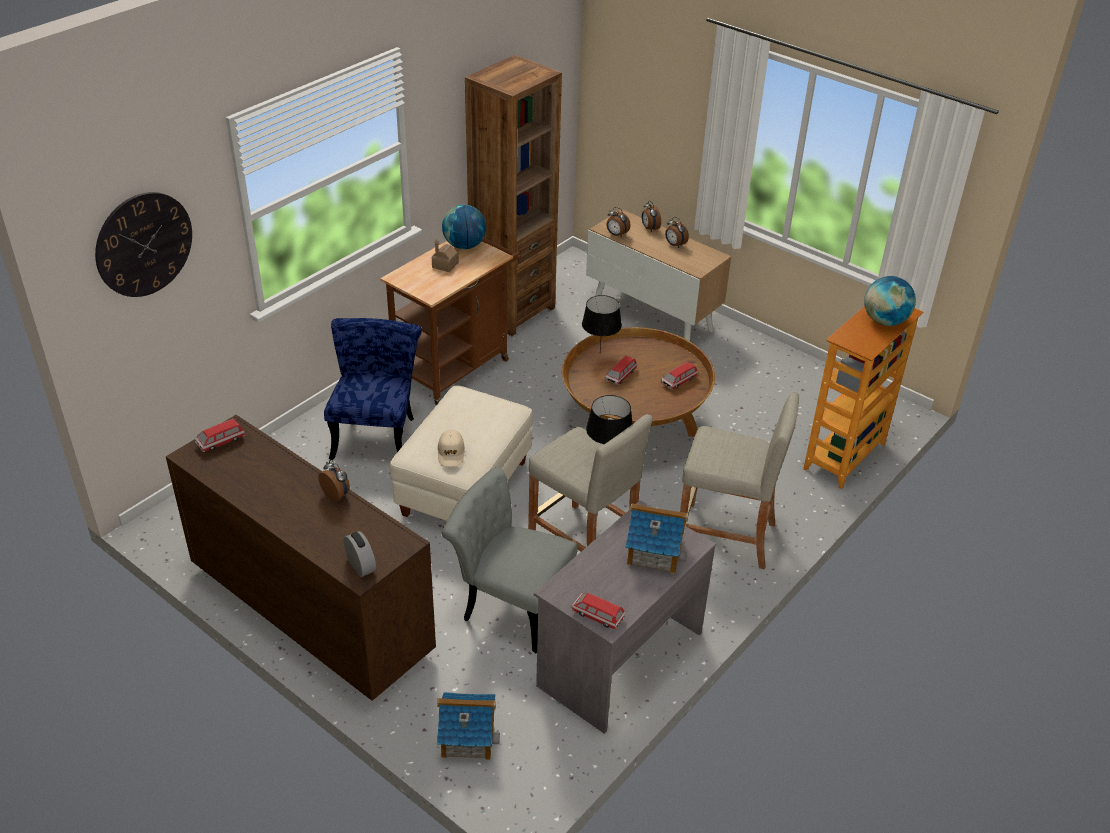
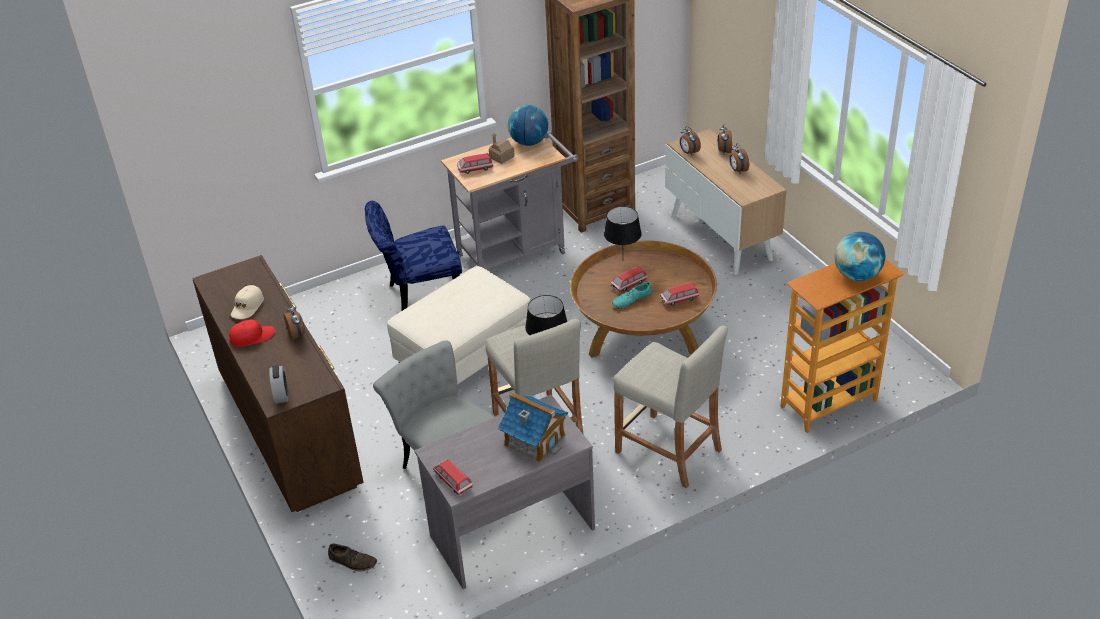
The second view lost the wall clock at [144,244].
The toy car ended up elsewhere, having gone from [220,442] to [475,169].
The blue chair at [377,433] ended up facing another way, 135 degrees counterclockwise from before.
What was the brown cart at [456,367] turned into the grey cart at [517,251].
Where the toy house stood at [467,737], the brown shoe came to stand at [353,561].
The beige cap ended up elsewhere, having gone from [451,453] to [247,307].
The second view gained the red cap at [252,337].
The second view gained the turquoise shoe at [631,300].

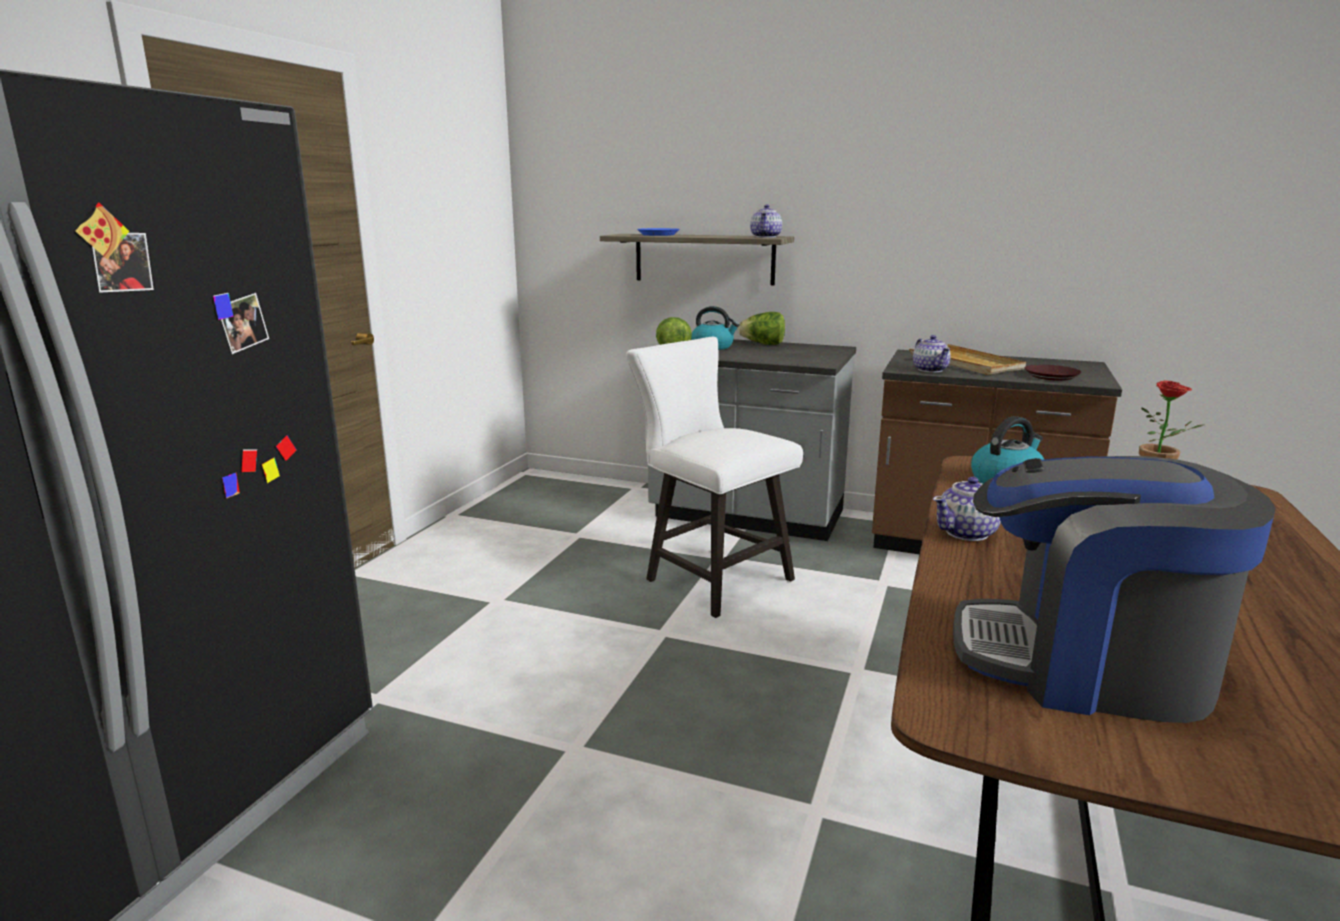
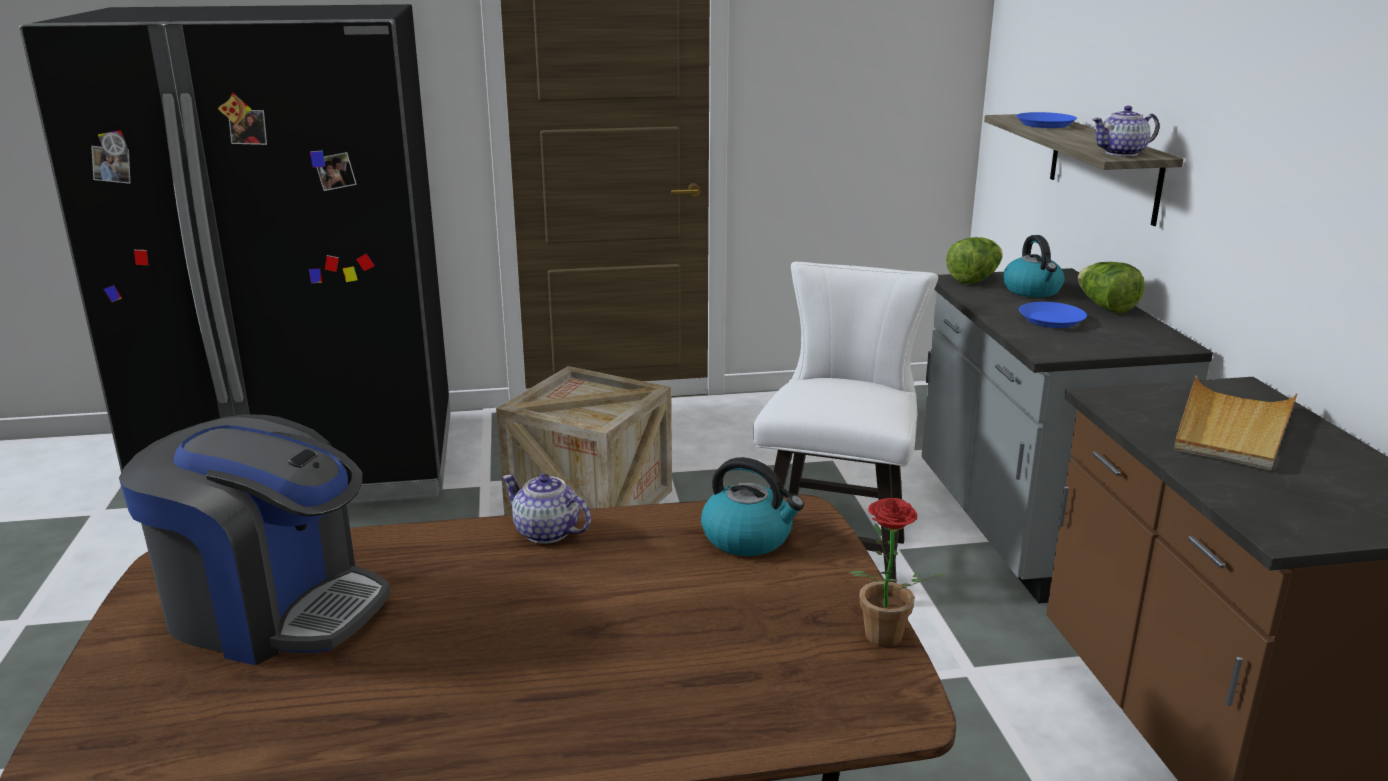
The second view lost the teapot at [930,370].
The coffee machine at [1086,665] ended up facing another way, 120 degrees clockwise from before.
The second view lost the brown plate at [1052,376].
The second view gained the crate at [590,503].
The second view gained the blue plate at [1051,320].

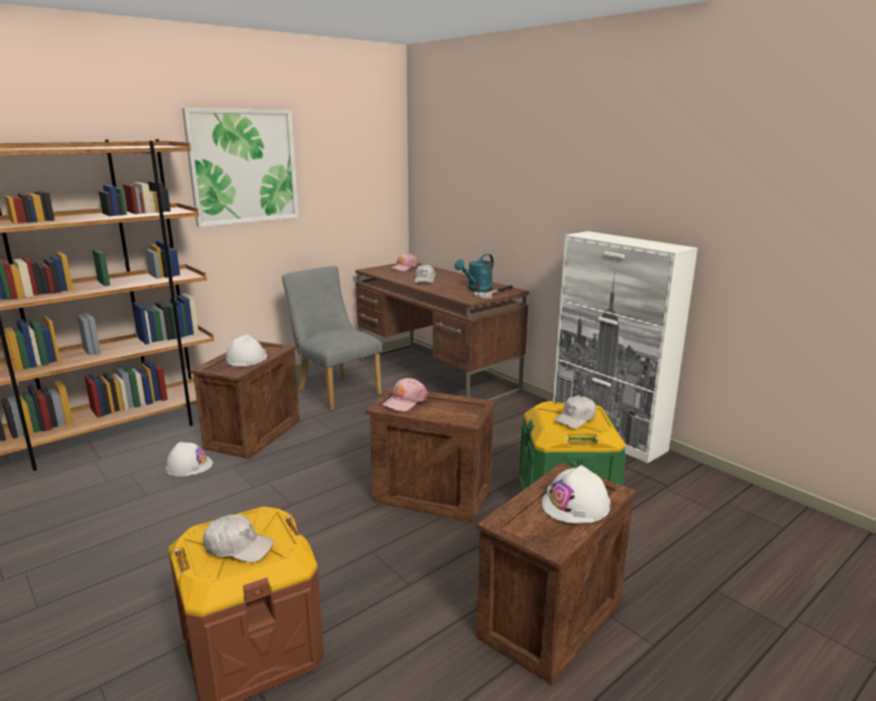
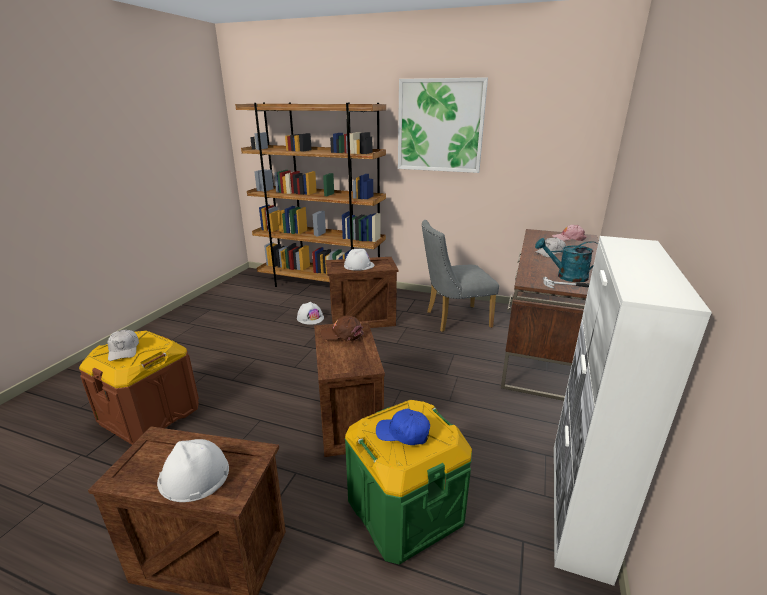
The grey chair at [335,391] ended up facing another way, 120 degrees counterclockwise from before.
What was the pink cap at [405,401] turned into the brown cap at [342,334].
What was the white cap at [575,419] turned into the blue cap at [403,433].

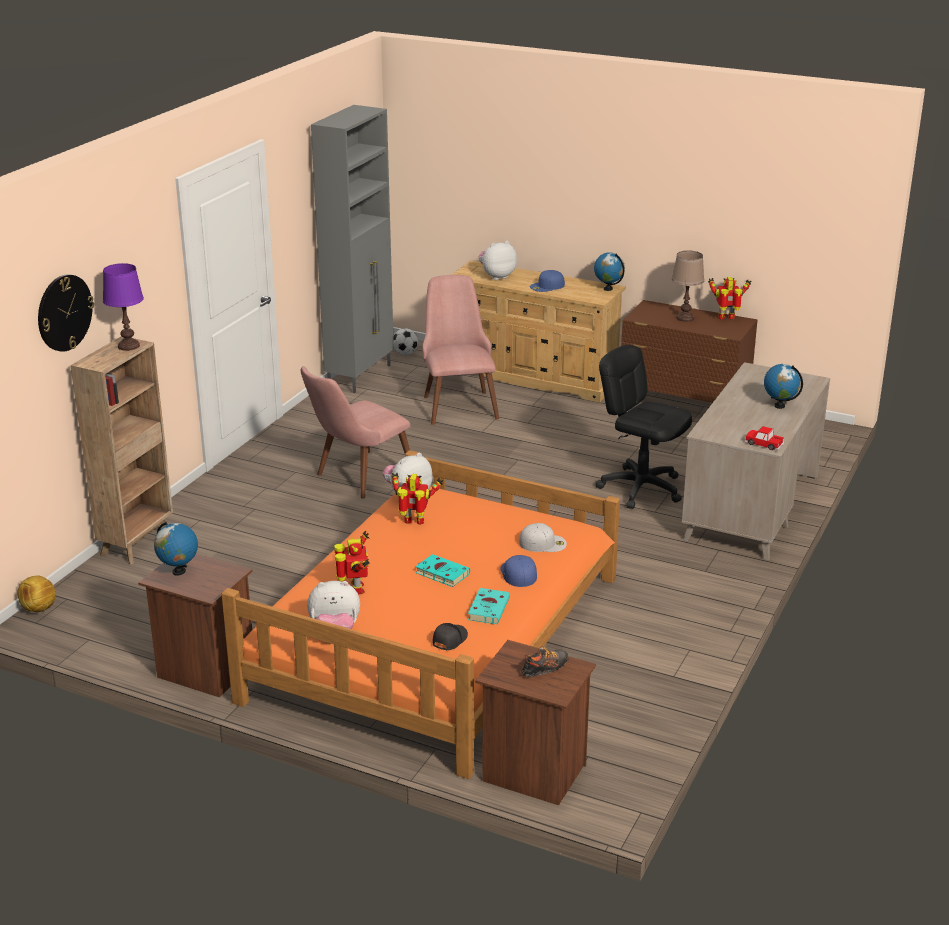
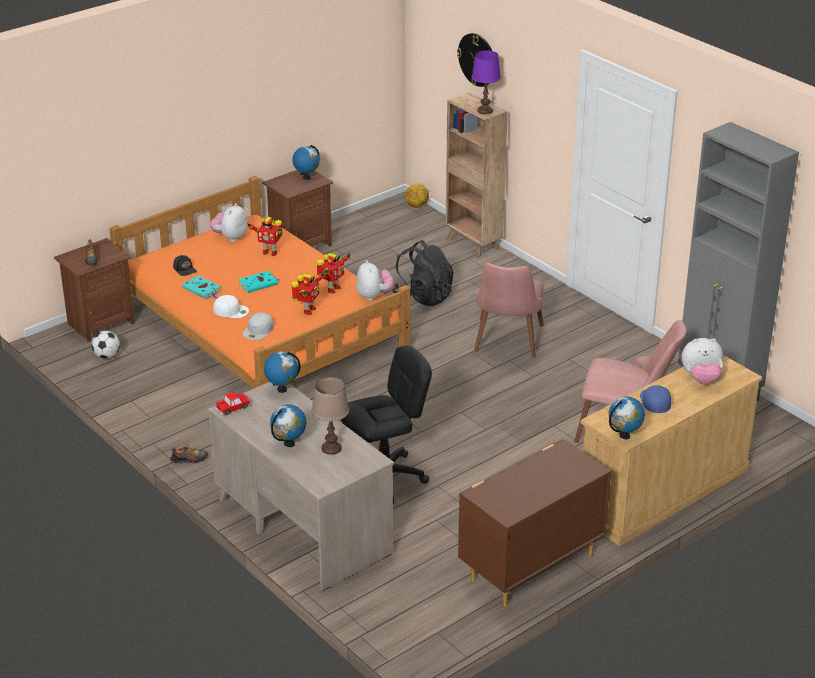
The pink chair at [356,479] ended up facing another way, 150 degrees counterclockwise from before.
The football ended up elsewhere, having gone from [405,353] to [107,356].
The plush toy at [497,276] ended up facing another way, 90 degrees clockwise from before.
What was the blue cap at [518,573] turned into the white cap at [231,310].
The brown table lamp ended up elsewhere, having gone from [685,318] to [331,448].
The toy robot ended up elsewhere, having gone from [727,318] to [308,310].
The second view gained the shoe at [189,460].
The second view gained the globe at [282,389].
The second view gained the black backpack at [423,296].

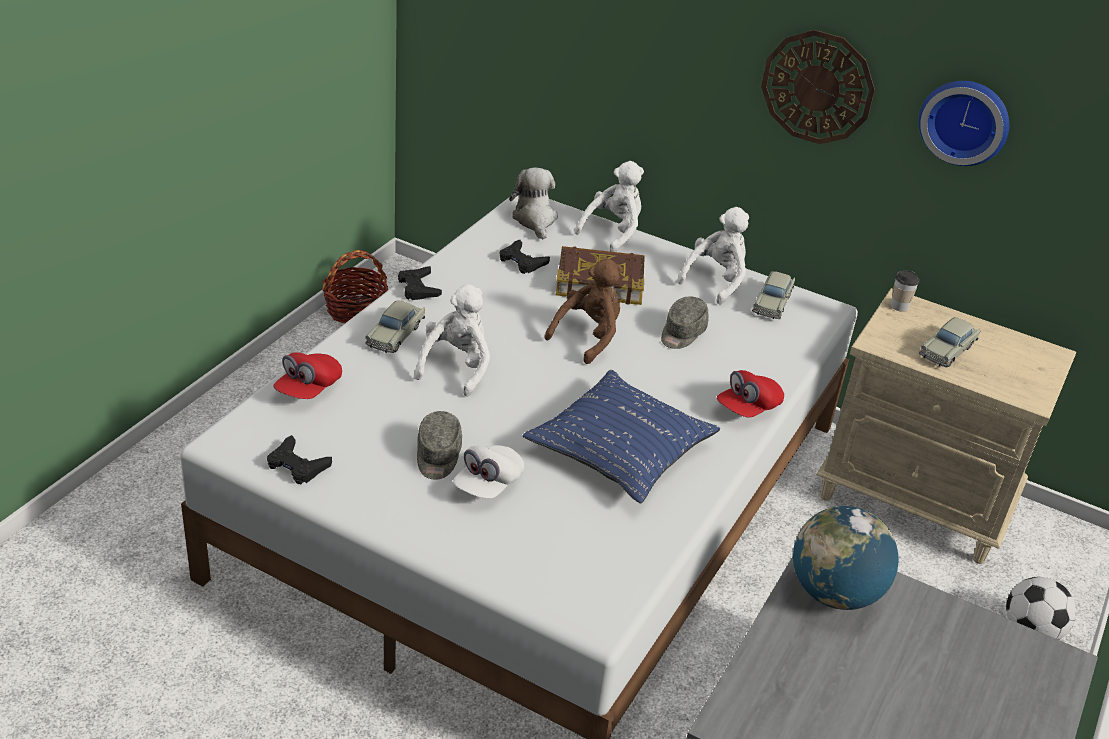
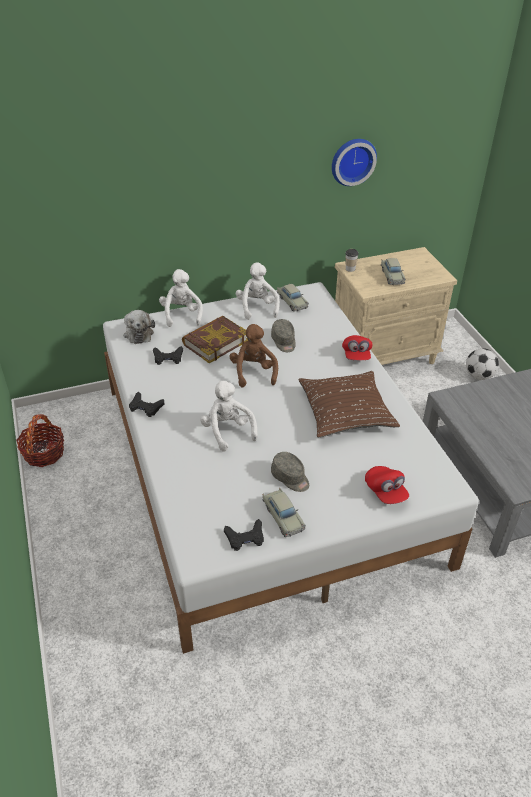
The red cap ended up elsewhere, having gone from [308,389] to [385,492].
The beige toy car ended up elsewhere, having gone from [396,334] to [283,516].
The second view lost the white cap at [488,484].
The plush toy at [535,220] ended up facing another way, 135 degrees counterclockwise from before.
What was the blue pillow at [621,449] turned into the brown pillow at [346,411].
The second view lost the wall clock at [817,87].
The second view lost the globe at [834,593].

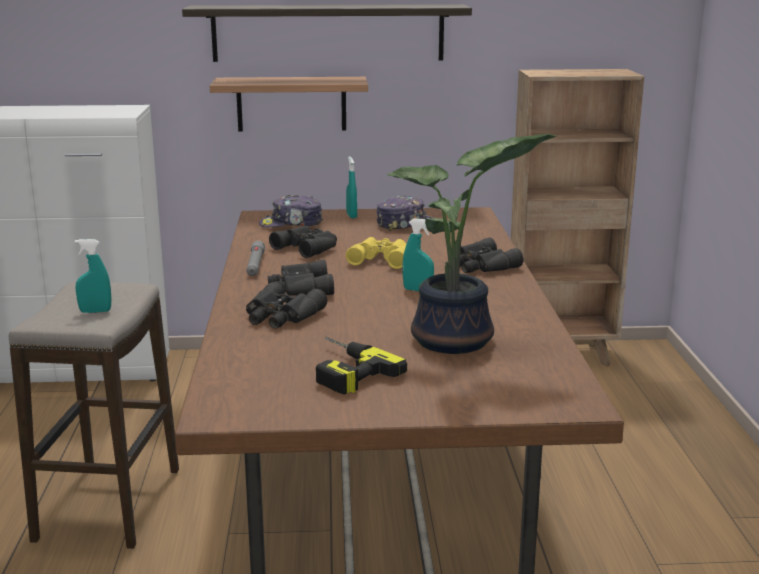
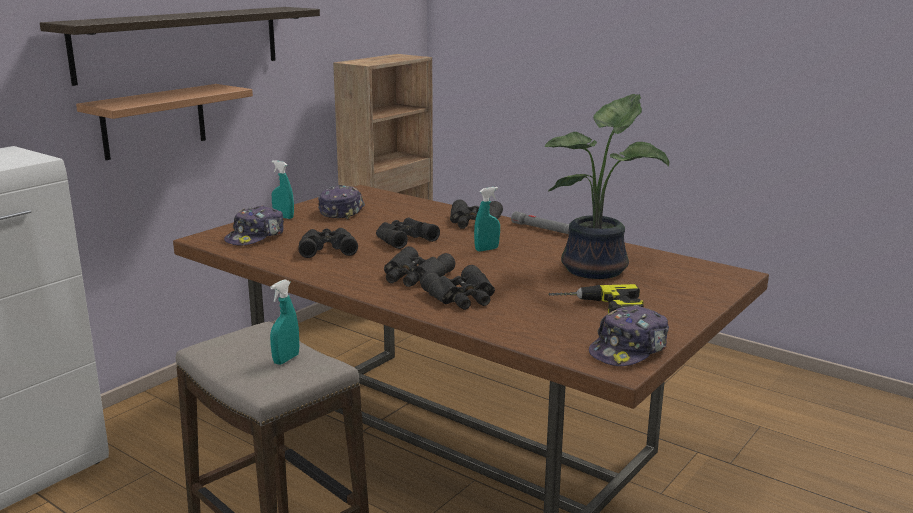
The grey flashlight ended up elsewhere, having gone from [255,265] to [541,229].
What was the yellow binoculars at [381,259] turned into the black binoculars at [403,239].
The second view gained the cap at [629,350].

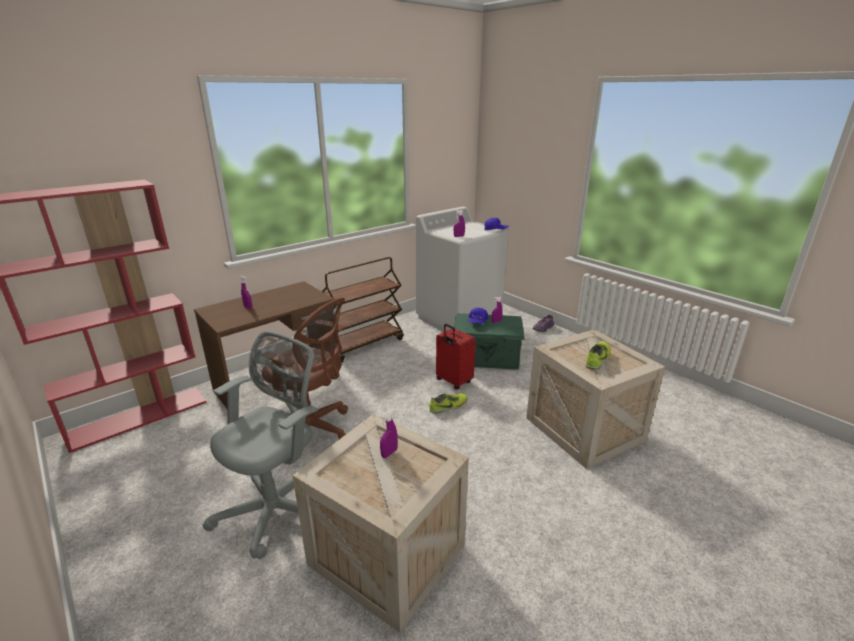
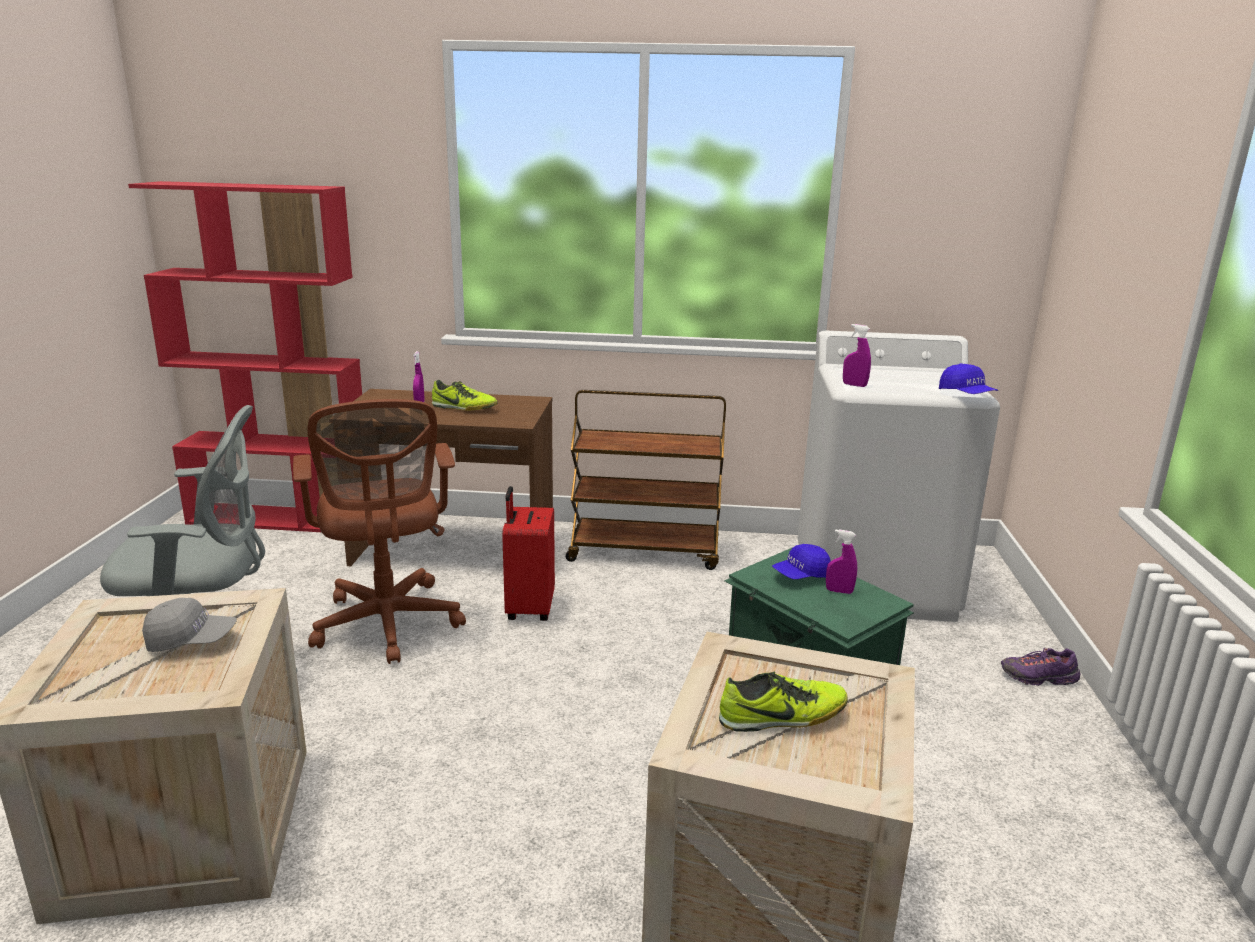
Where the purple spray bottle stood at [389,453], the grey cap came to stand at [191,640].
The shoe ended up elsewhere, having gone from [448,406] to [464,408].
The red suitcase ended up elsewhere, having gone from [453,381] to [528,609].

